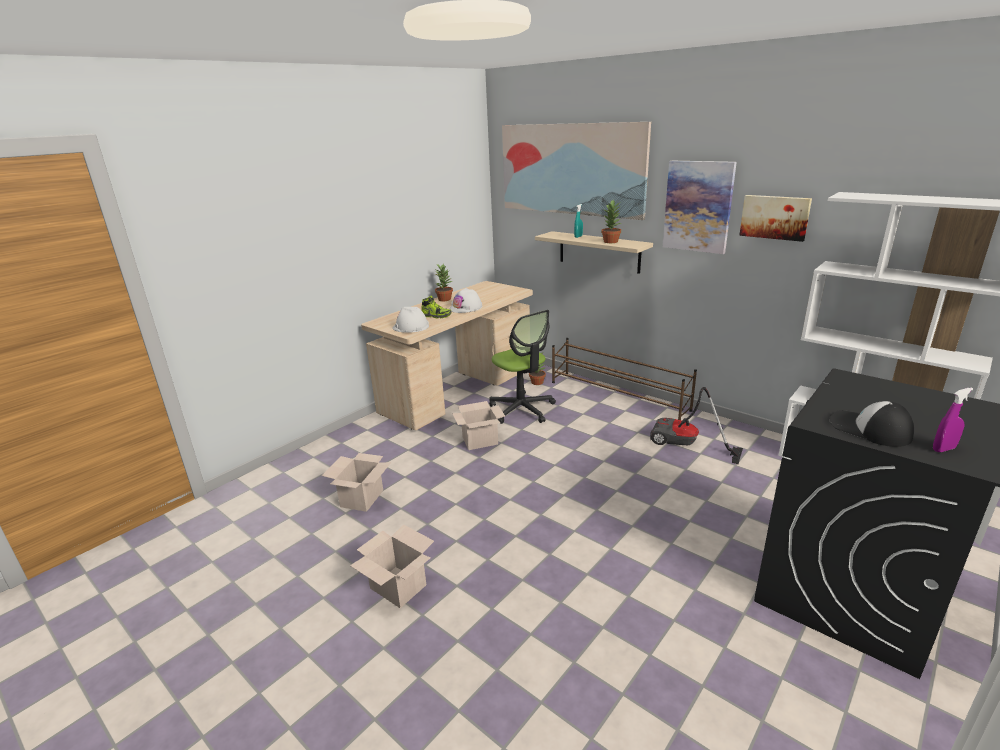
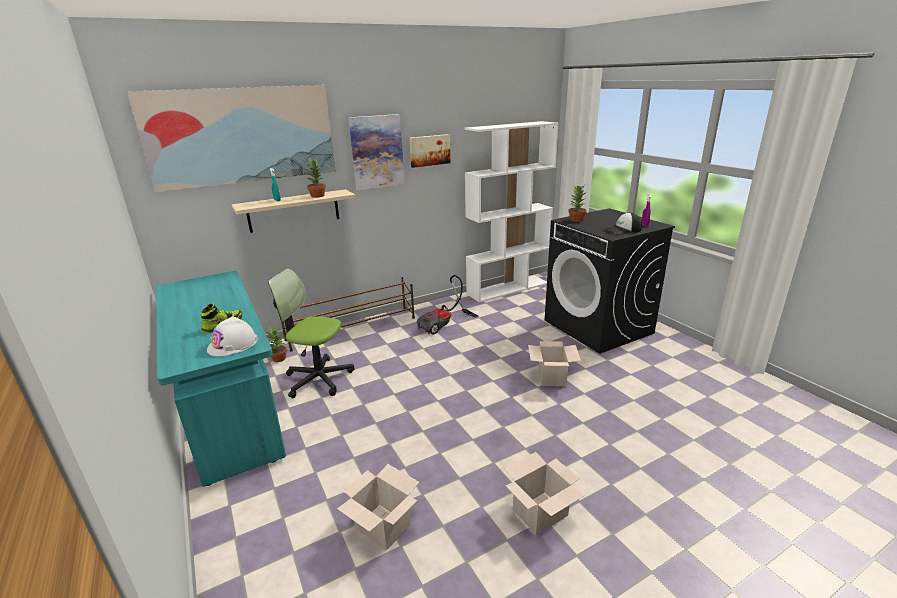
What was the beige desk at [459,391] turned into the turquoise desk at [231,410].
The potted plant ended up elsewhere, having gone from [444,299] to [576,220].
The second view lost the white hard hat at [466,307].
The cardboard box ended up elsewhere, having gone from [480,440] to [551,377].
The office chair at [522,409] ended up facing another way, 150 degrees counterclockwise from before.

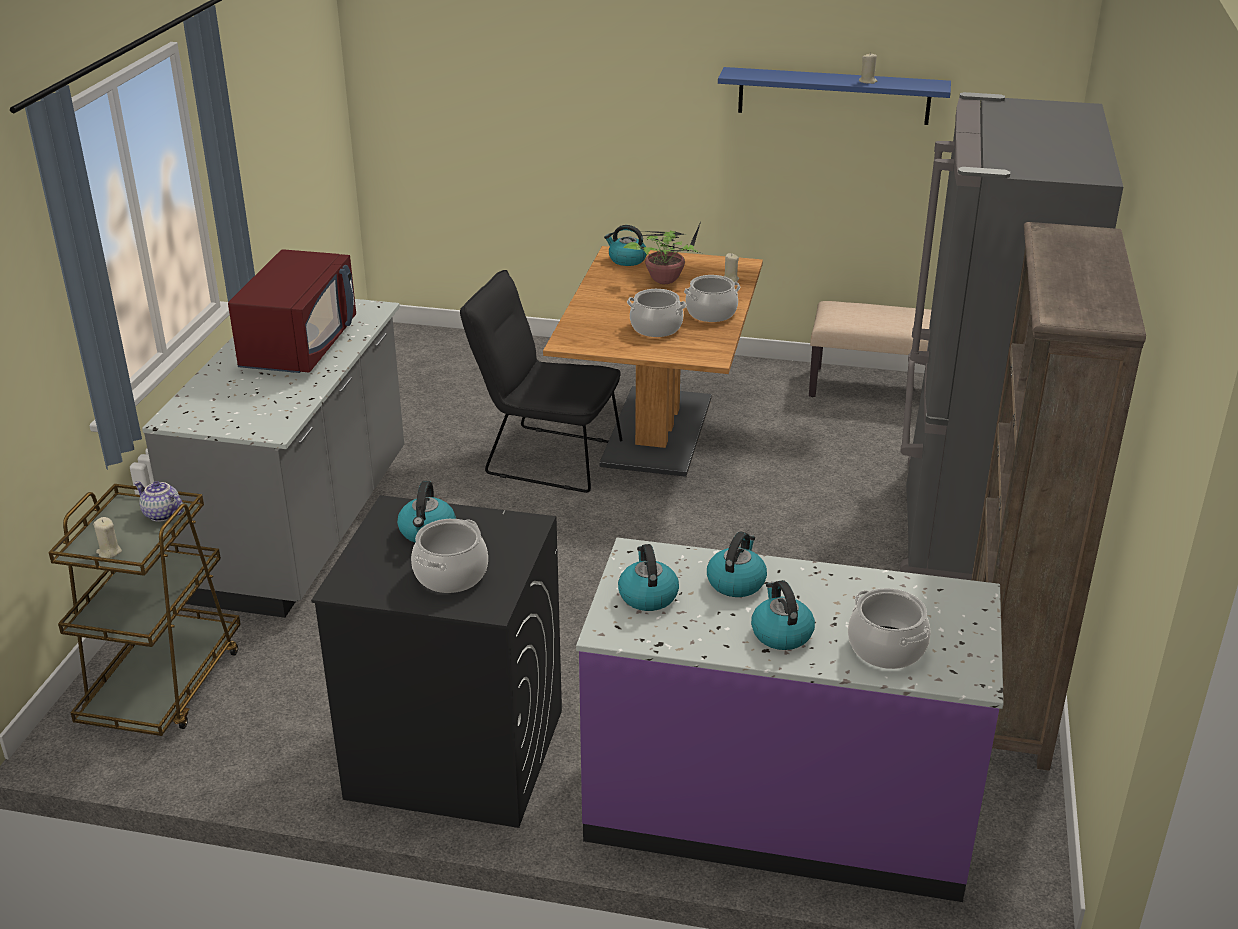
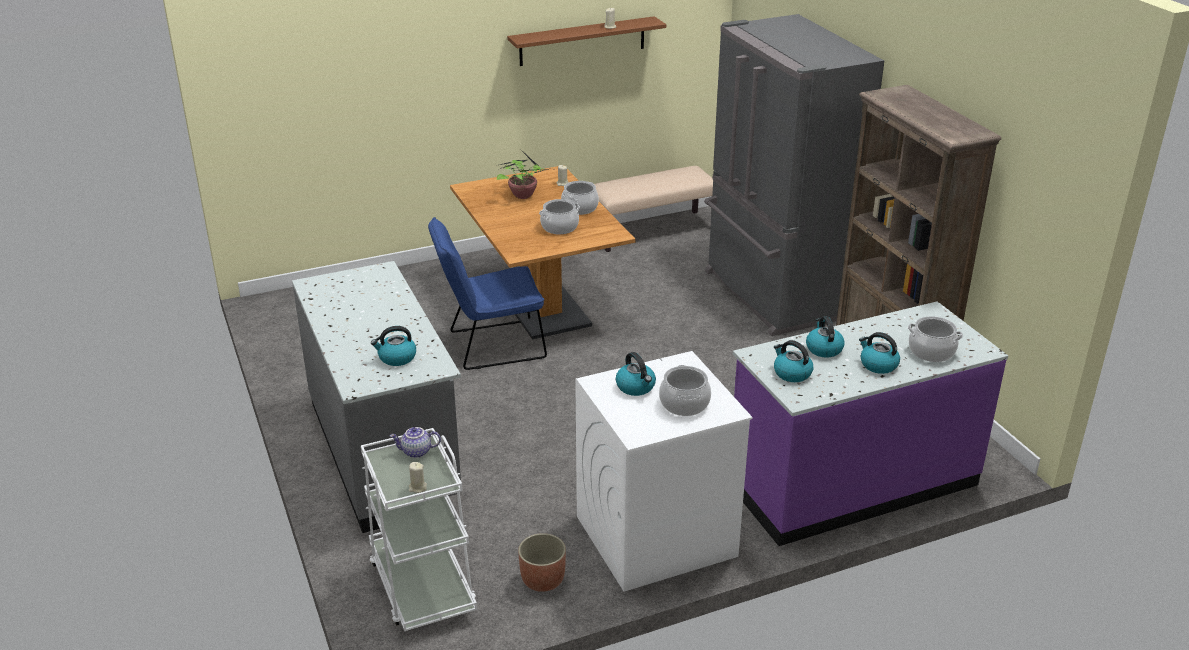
What was the brown cart at [164,685] turned into the white cart at [422,585].
The second view lost the red microwave at [299,346].
What was the black washing machine at [454,754] turned into the white washing machine at [655,537].
What was the black chair at [545,457] turned into the blue chair at [490,346].
The kettle ended up elsewhere, having gone from [626,260] to [396,358].
What was the blue shelf at [833,96] turned into the brown shelf at [582,41].
The second view gained the planter at [542,579].

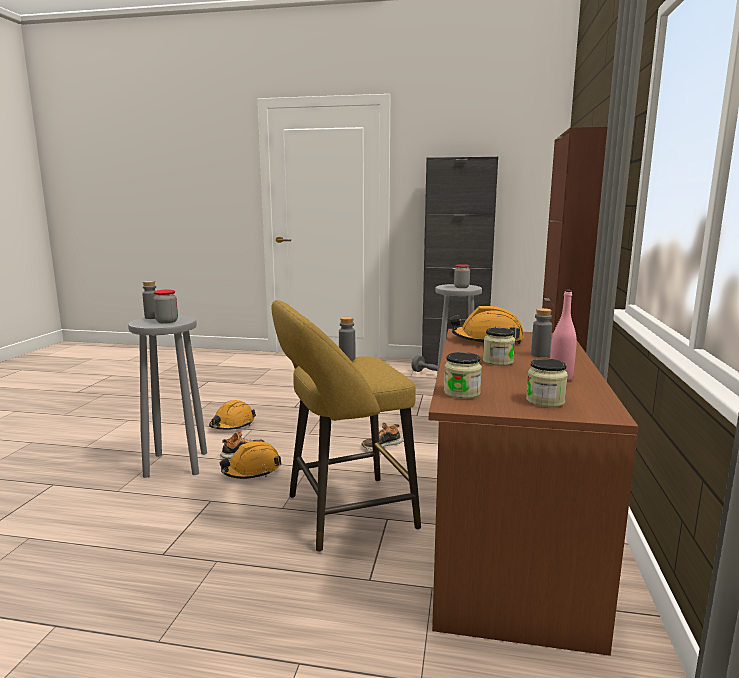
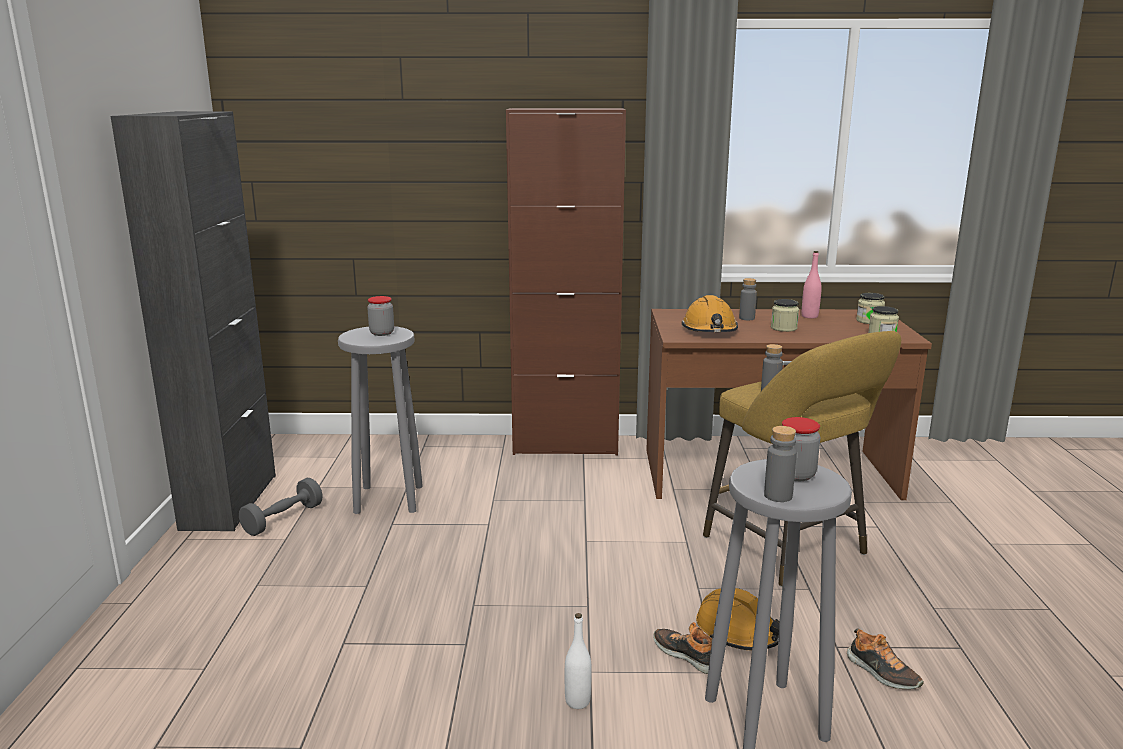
Where the orange hard hat stood at [232,425], the white bottle came to stand at [577,701].
The shoe ended up elsewhere, having gone from [381,445] to [881,673].

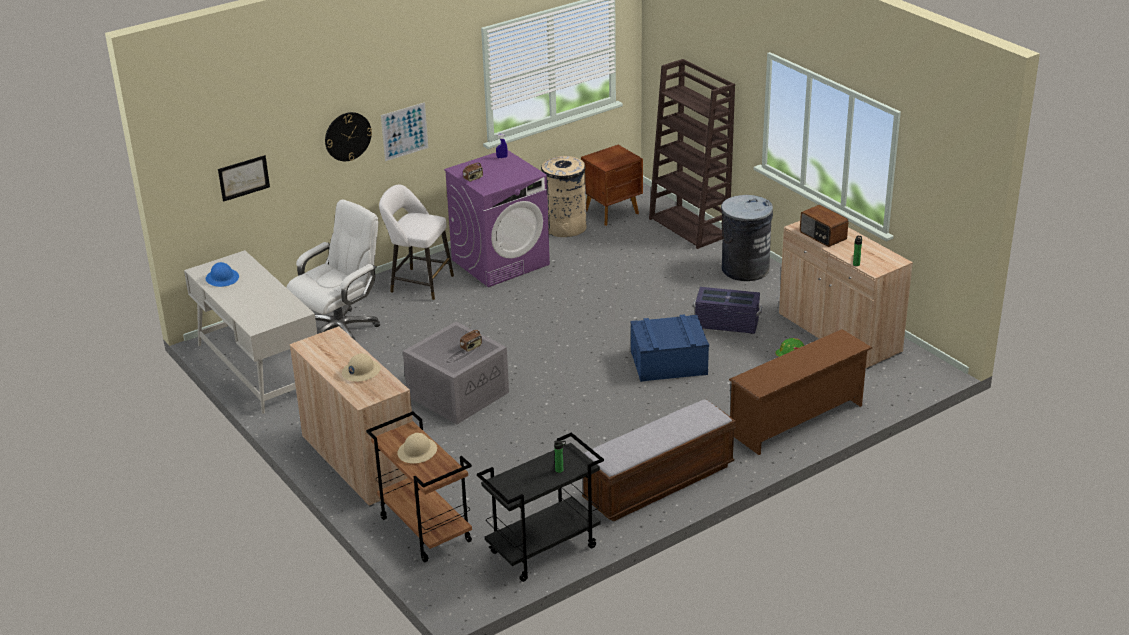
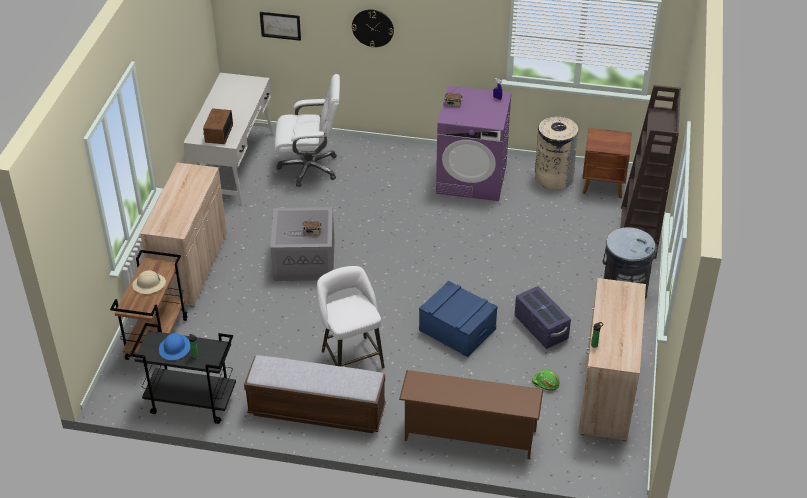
The blue hard hat ended up elsewhere, having gone from [222,278] to [175,348].
The second view lost the beige hard hat at [361,372].
The white stool ended up elsewhere, having gone from [418,284] to [351,357].
The second view lost the picture at [404,131].
The radio ended up elsewhere, having gone from [822,236] to [218,134].

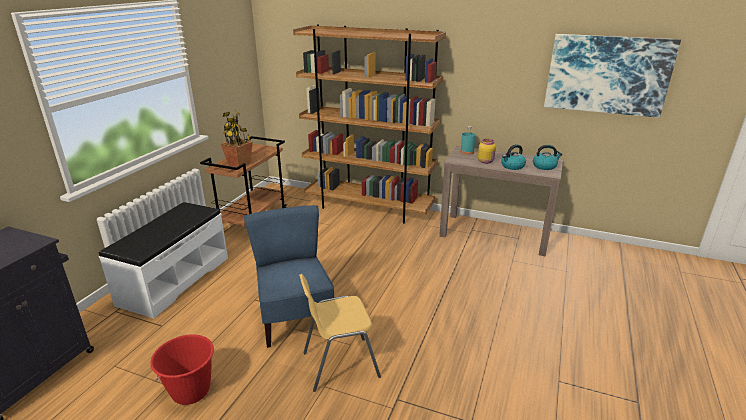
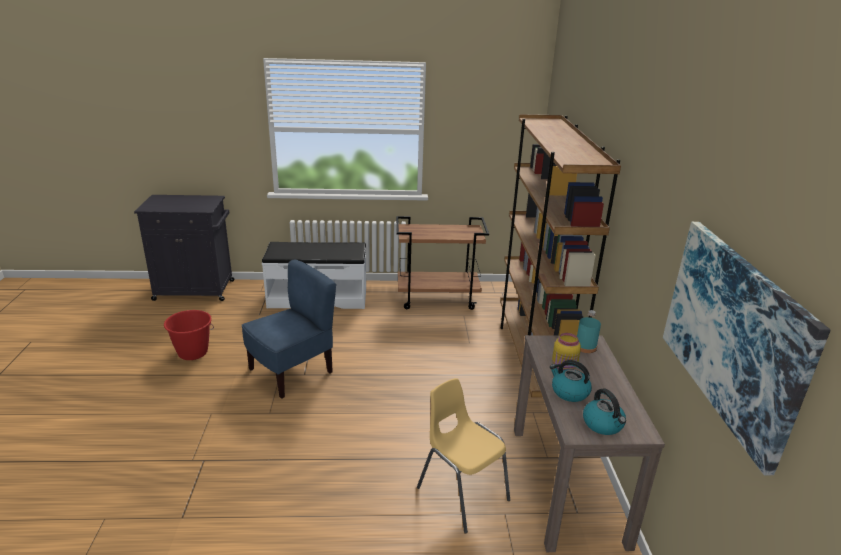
The second view lost the potted plant at [239,164].
The yellow chair ended up elsewhere, having gone from [339,364] to [461,493].

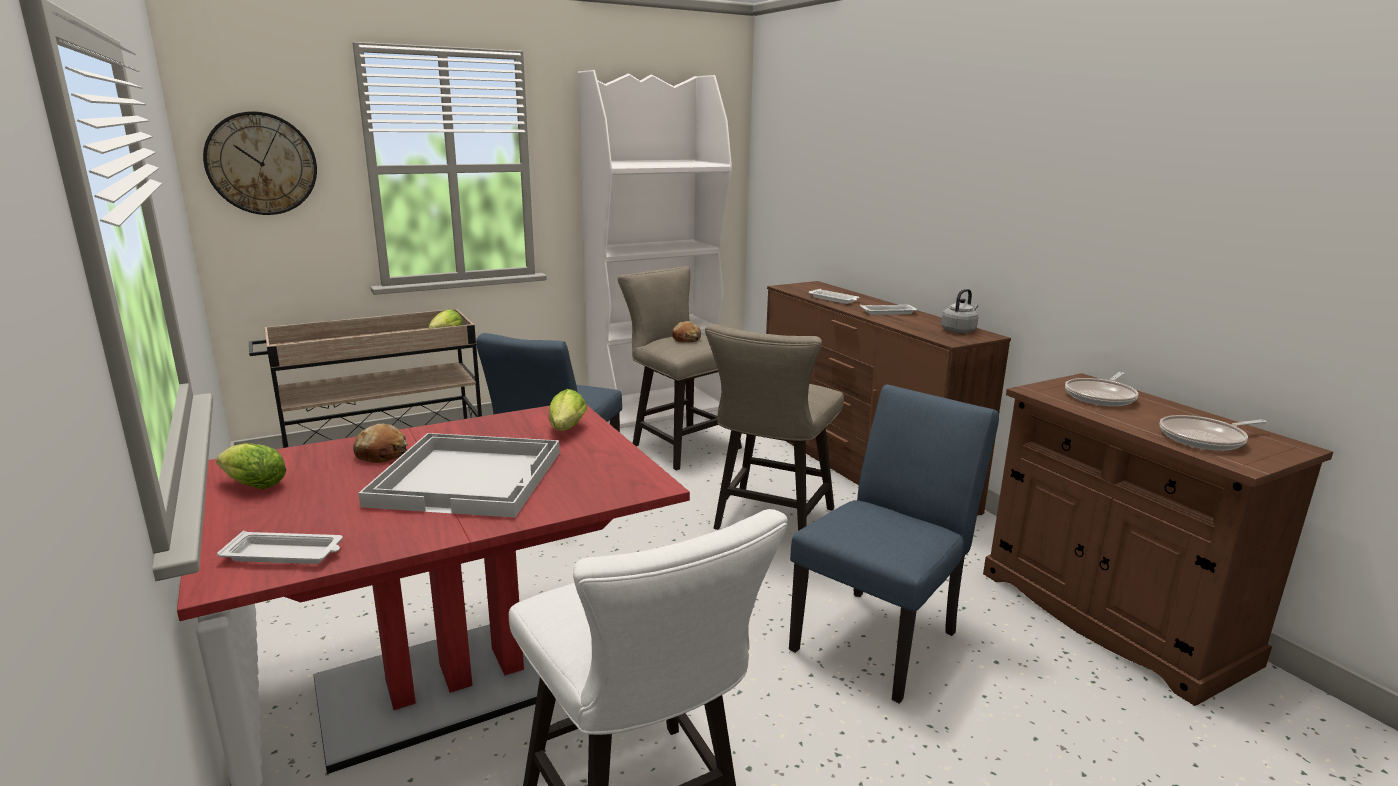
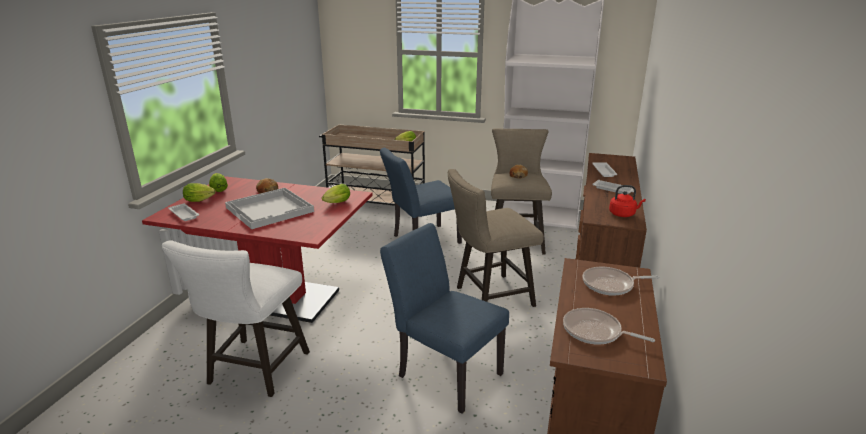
The second view lost the wall clock at [261,163].
The blue chair at [882,635] ended up facing another way, 135 degrees counterclockwise from before.
What was the grey kettle at [959,330] turned into the red kettle at [623,214].
The second view gained the lettuce at [201,200].

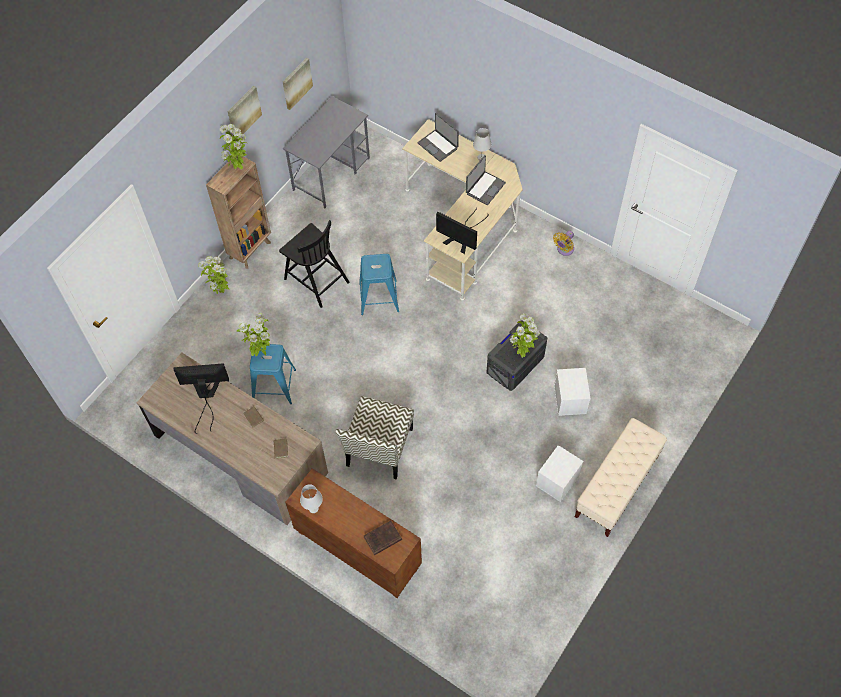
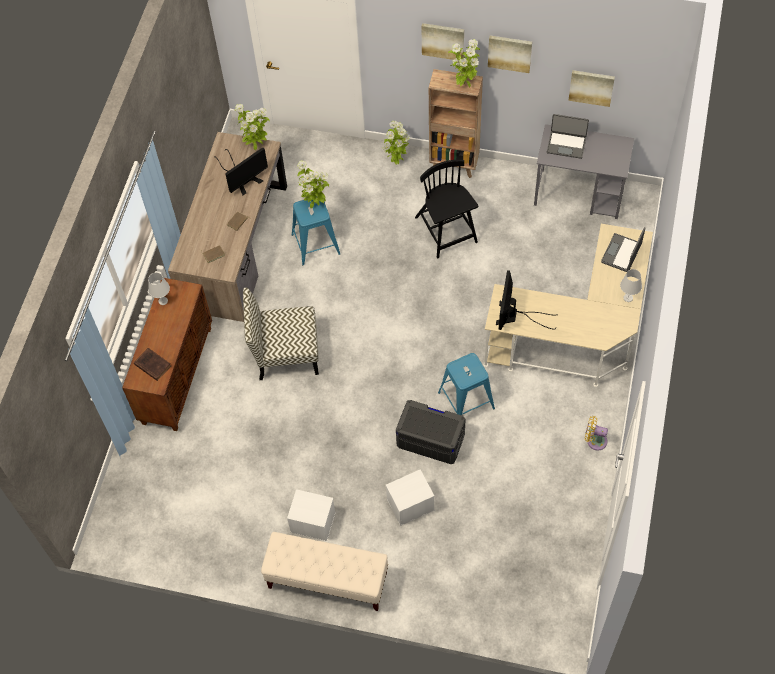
The monitor at [206,397] ended up facing another way, 75 degrees clockwise from before.
The black chair at [316,279] ended up facing another way, 135 degrees clockwise from before.
The blue stool ended up elsewhere, having gone from [379,297] to [466,400].
The laptop ended up elsewhere, having gone from [485,188] to [566,144].
The potted plant ended up elsewhere, having gone from [522,352] to [256,145].
The second view gained the picture at [443,40].

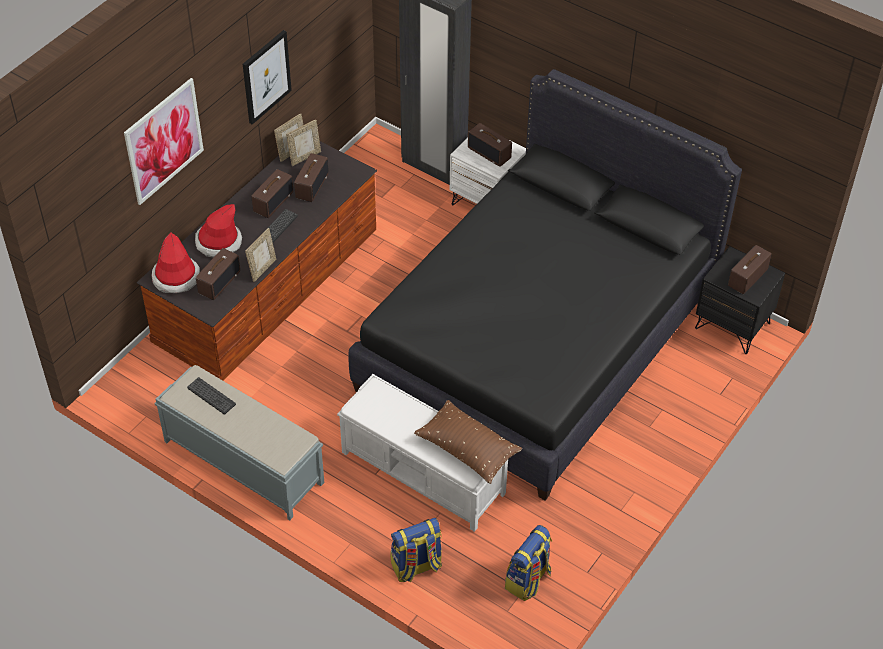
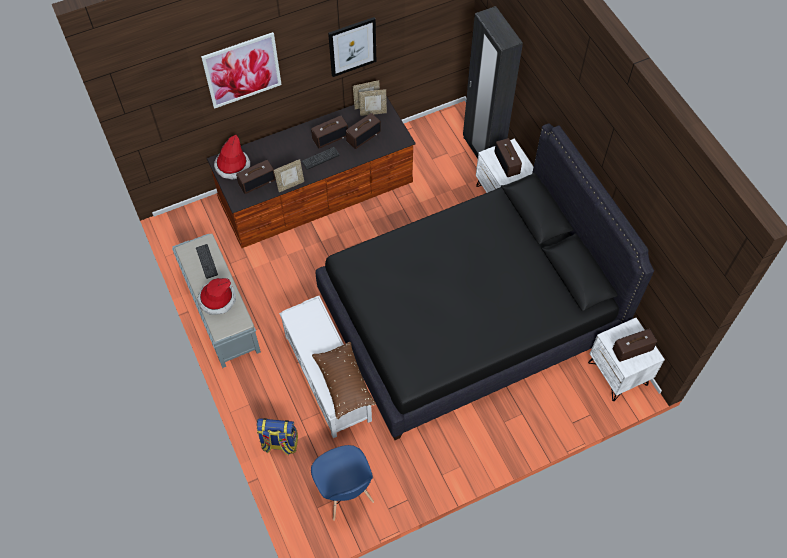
The hat ended up elsewhere, having gone from [219,242] to [217,299].
Where the backpack stood at [528,580], the blue chair came to stand at [345,493].
What was the black nightstand at [733,325] turned into the white nightstand at [618,373].

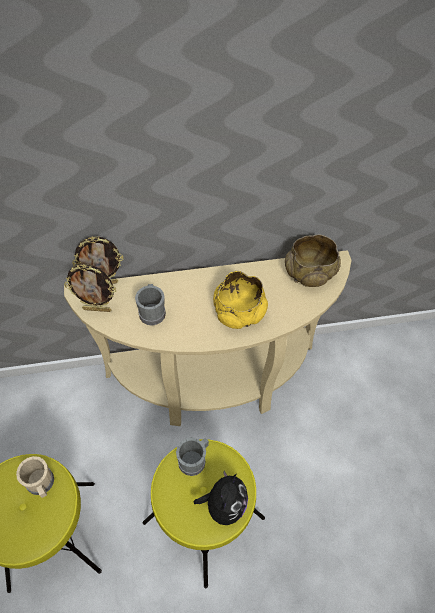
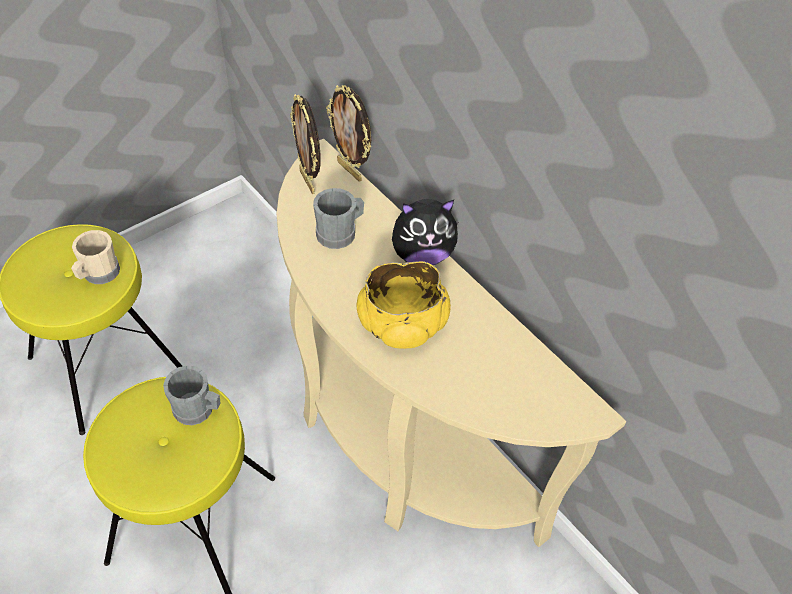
The plush toy ended up elsewhere, having gone from [224,505] to [422,255].
The second view lost the beige bowl at [309,273].

